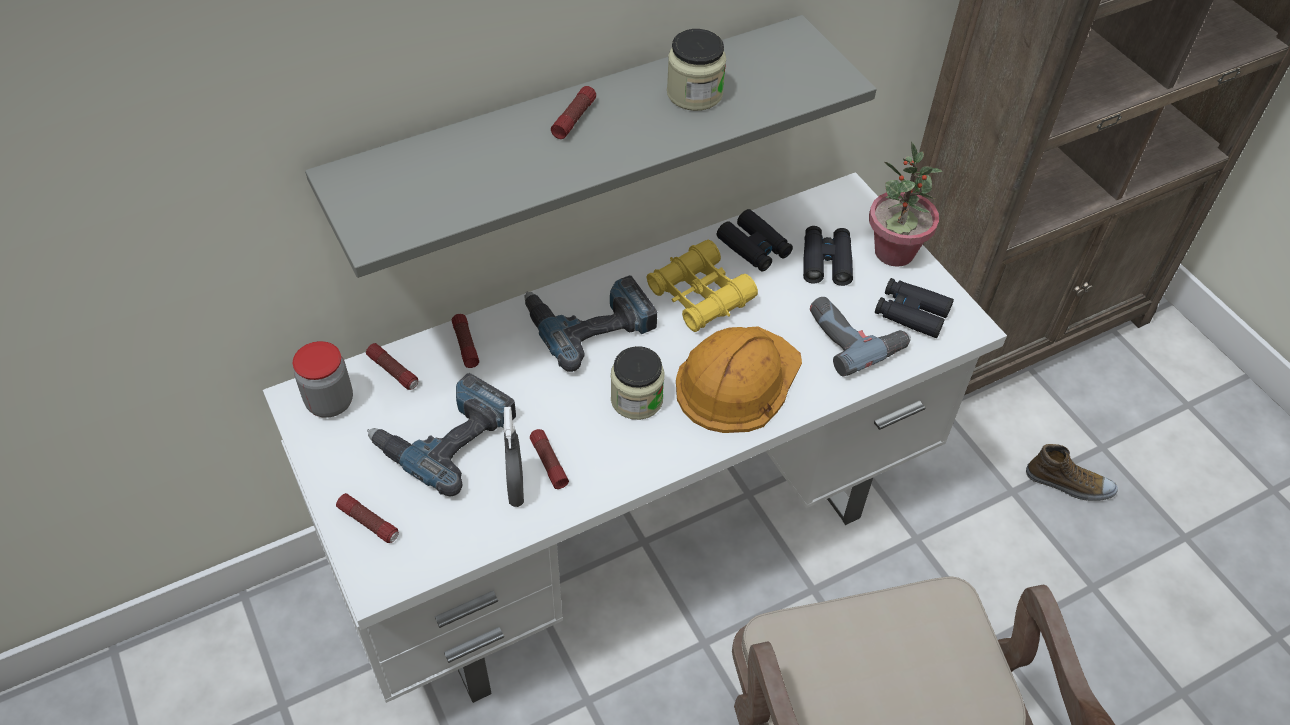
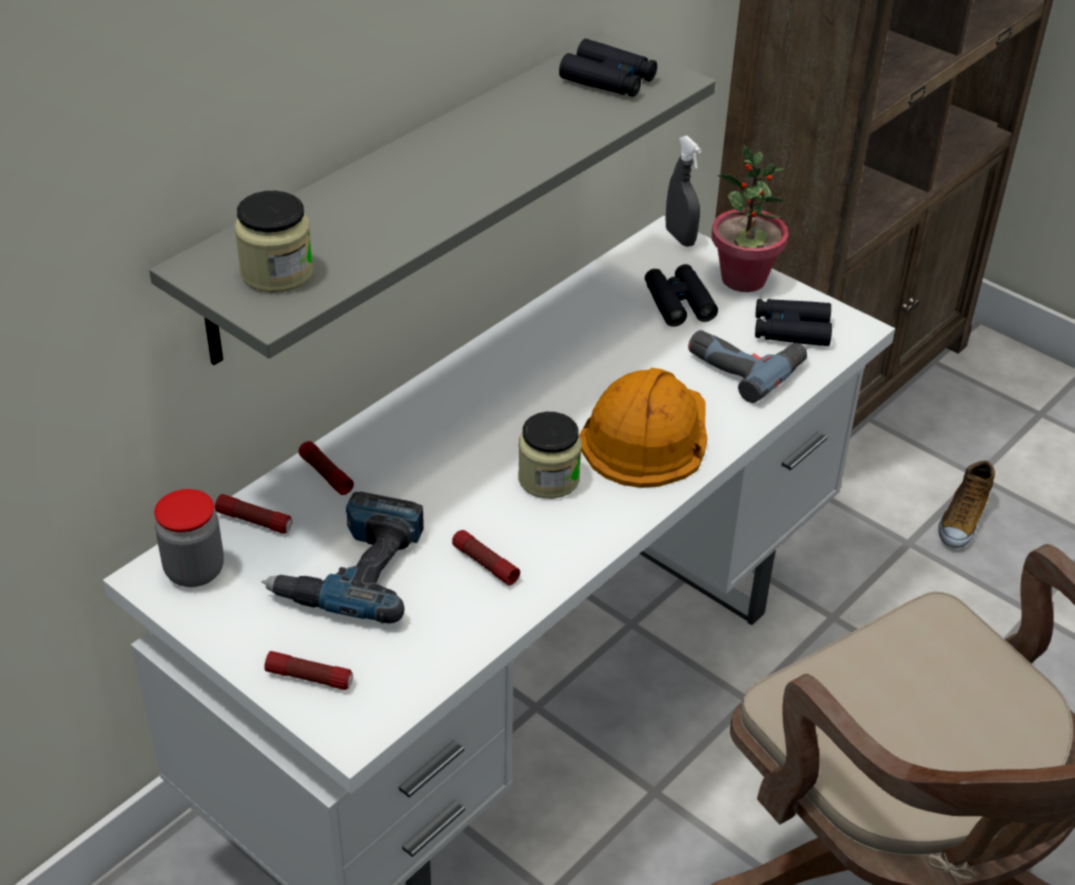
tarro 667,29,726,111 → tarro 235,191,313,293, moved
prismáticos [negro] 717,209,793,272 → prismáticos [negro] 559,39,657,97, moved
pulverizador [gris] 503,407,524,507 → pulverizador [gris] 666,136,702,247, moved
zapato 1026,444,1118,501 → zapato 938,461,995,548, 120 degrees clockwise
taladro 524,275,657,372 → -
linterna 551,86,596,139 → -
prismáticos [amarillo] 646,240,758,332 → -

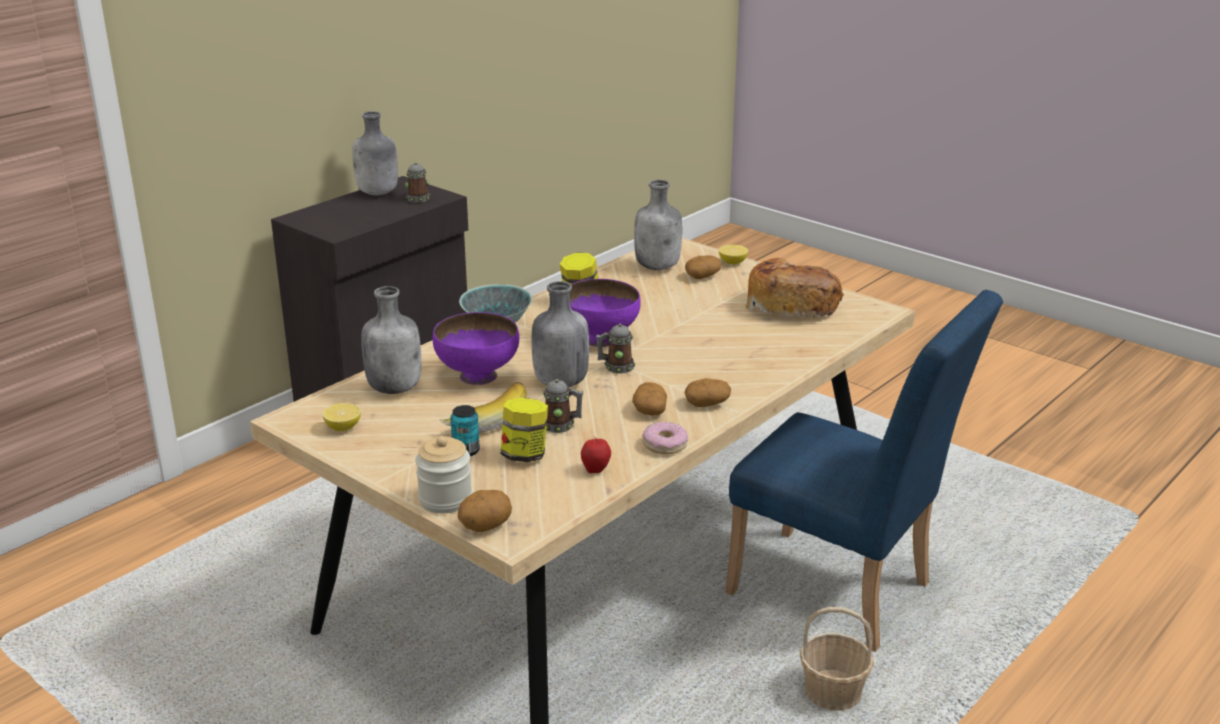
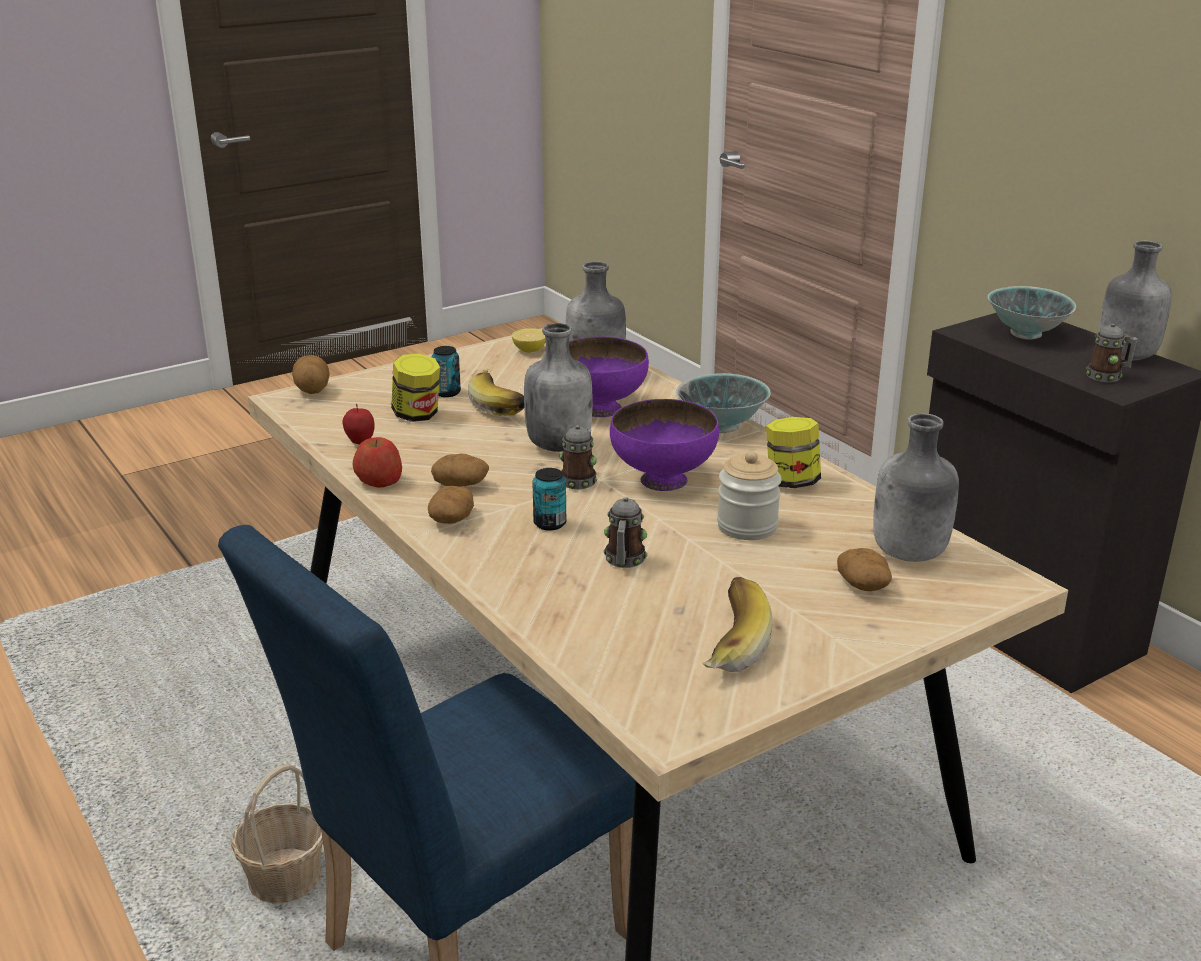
rosquilla 642,422,688,454 → manzana 353,437,402,487
- → lata 532,468,566,531
taza grande 543,379,583,433 → taza grande 603,497,647,568, moved
pan 745,258,844,320 → plátano 702,577,772,672
tarro 415,436,472,513 → tarro 717,451,782,540, moved
- → cuenco 988,286,1076,340
limón 719,245,748,265 → -

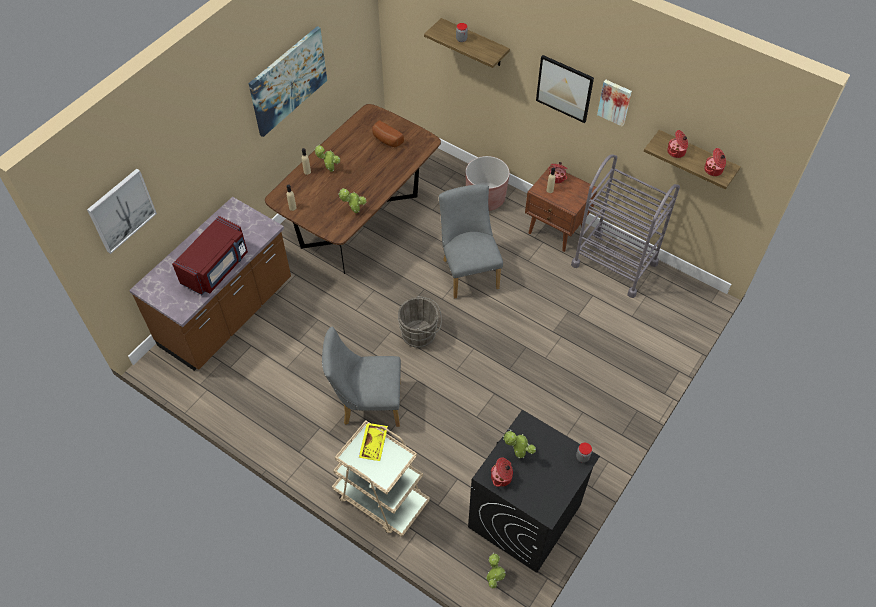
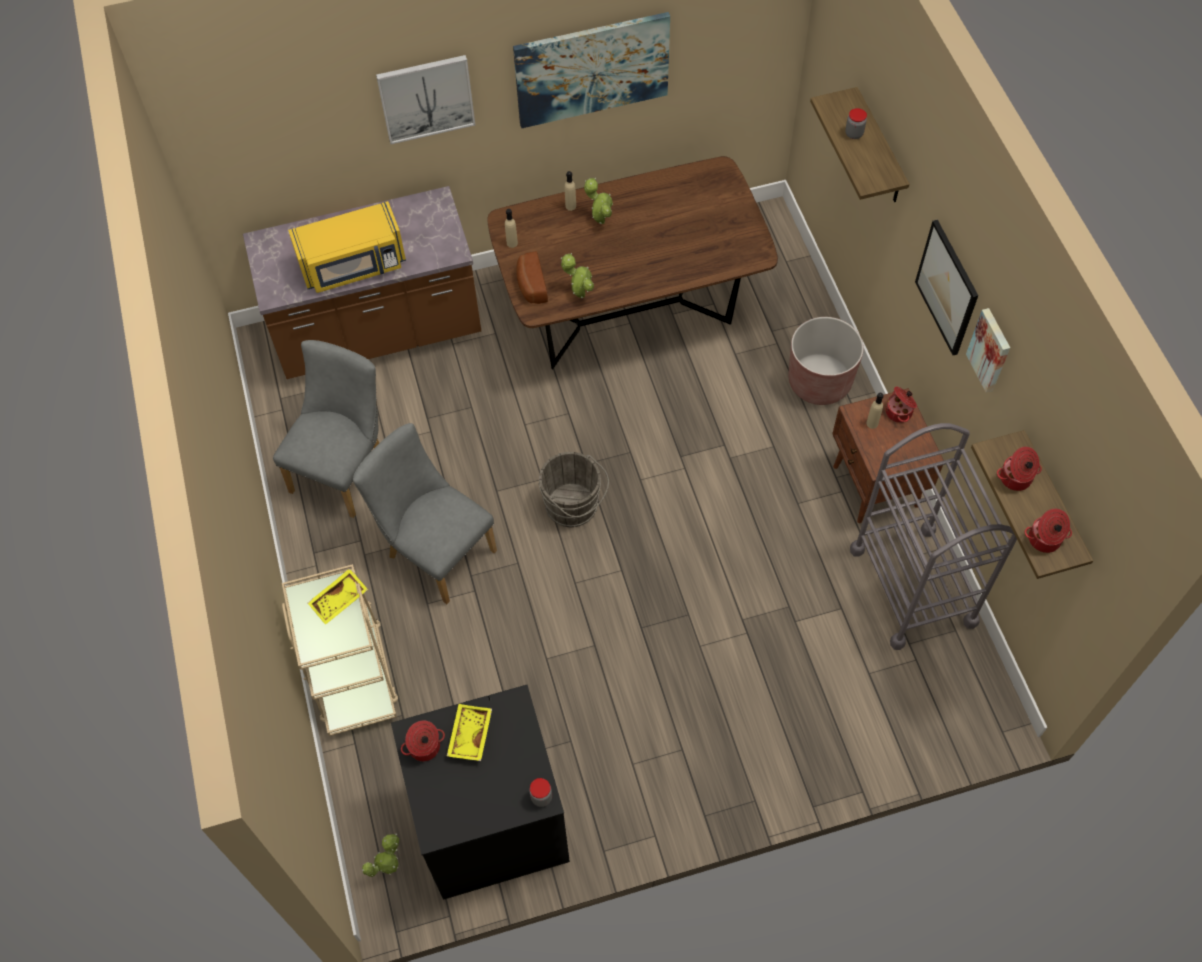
silla [gris] 439,184,503,299 → silla [gris] 273,340,379,518, moved
microondas [rojo] 172,216,248,295 → microondas [amarillo] 288,201,406,293
cuadro 87,169,157,254 → cuadro 376,55,475,144, moved
planta en maceta 503,430,536,459 → bandeja [amarillo] 447,704,492,761
pan 372,120,404,147 → pan 516,251,548,304, moved

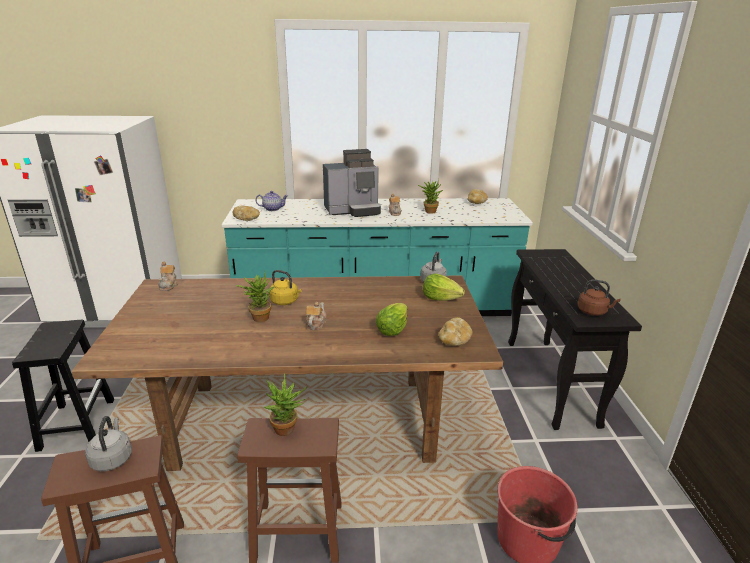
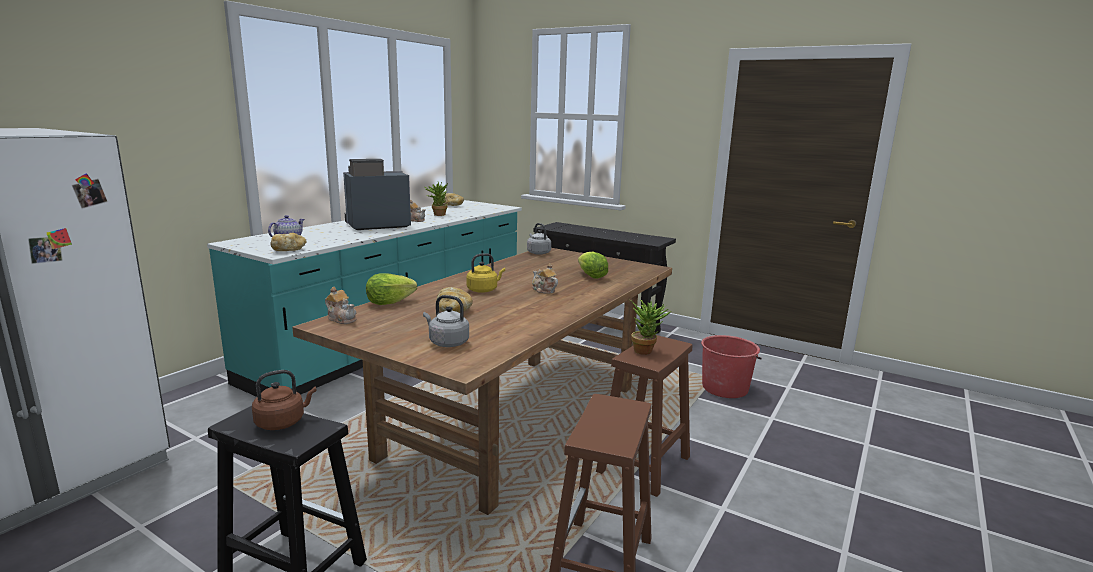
hervidor [marrón] 577,279,621,316 → hervidor [marrón] 252,370,317,430, moved
cafetera 323,149,381,217 → cafetera 343,159,411,230, 135 degrees counterclockwise
lechuga 423,273,465,301 → lechuga 366,274,417,305, moved
hervidor [gris] 85,416,132,471 → hervidor [gris] 423,295,469,347, moved
pan 439,317,473,346 → pan 436,287,473,313, moved
planta en maceta 236,271,275,322 → -

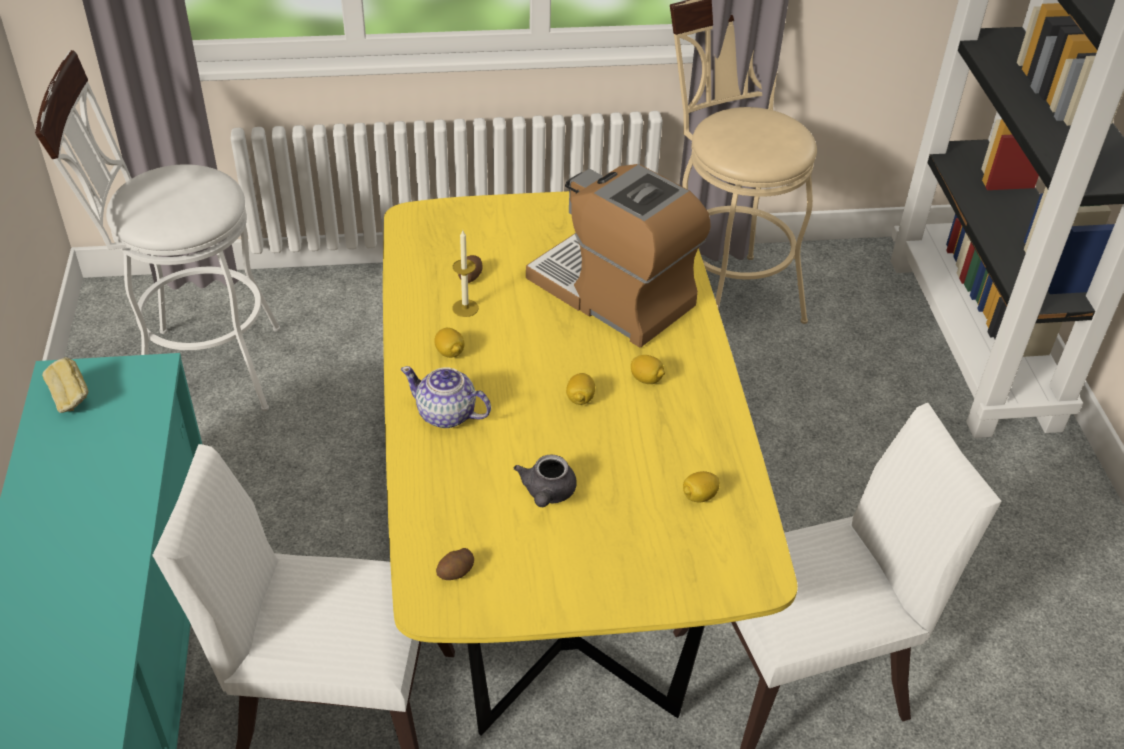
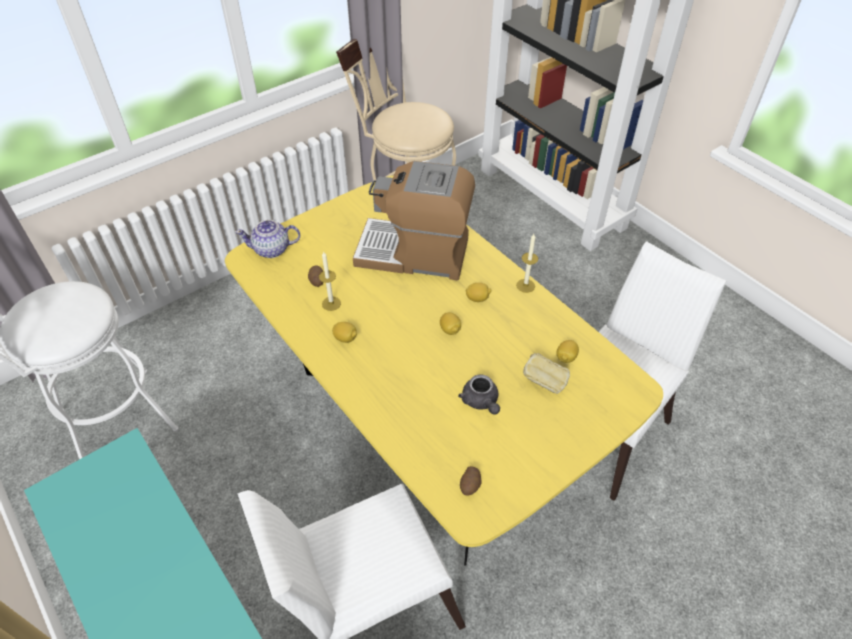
tetera 401,366,491,428 → tetera 236,220,300,258, moved
- → vela 516,234,538,293
pan 42,357,89,413 → pan 523,353,570,394, moved

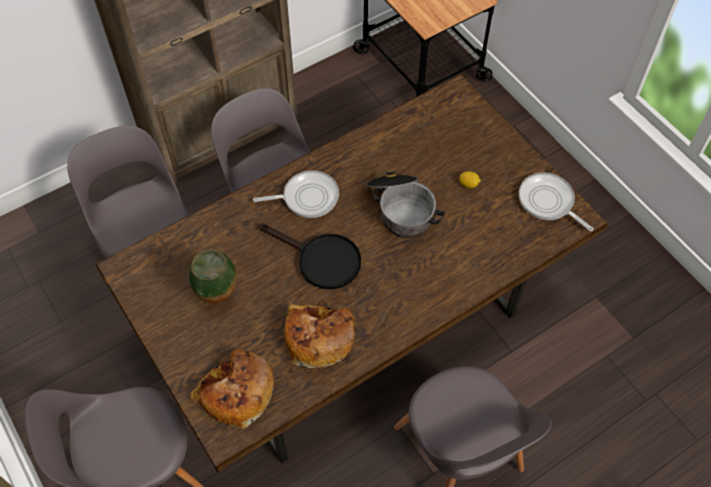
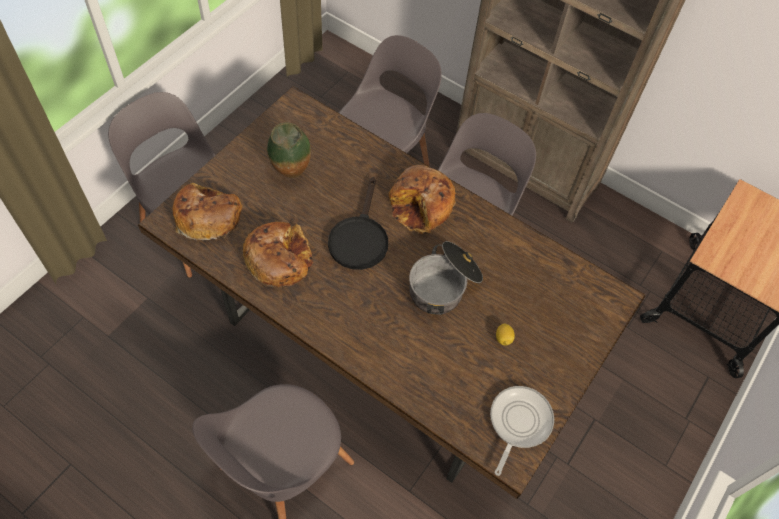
sartén 253,170,339,218 → pan 388,165,456,234

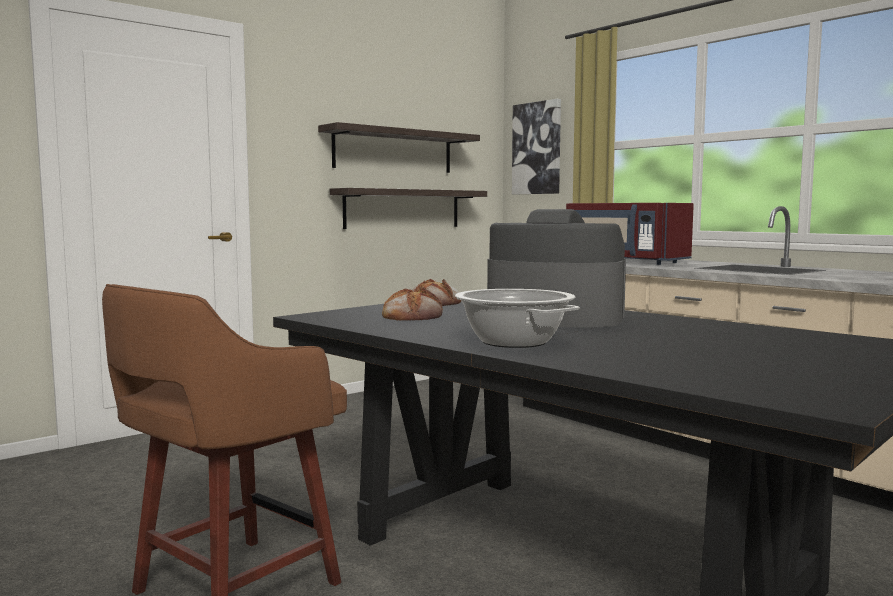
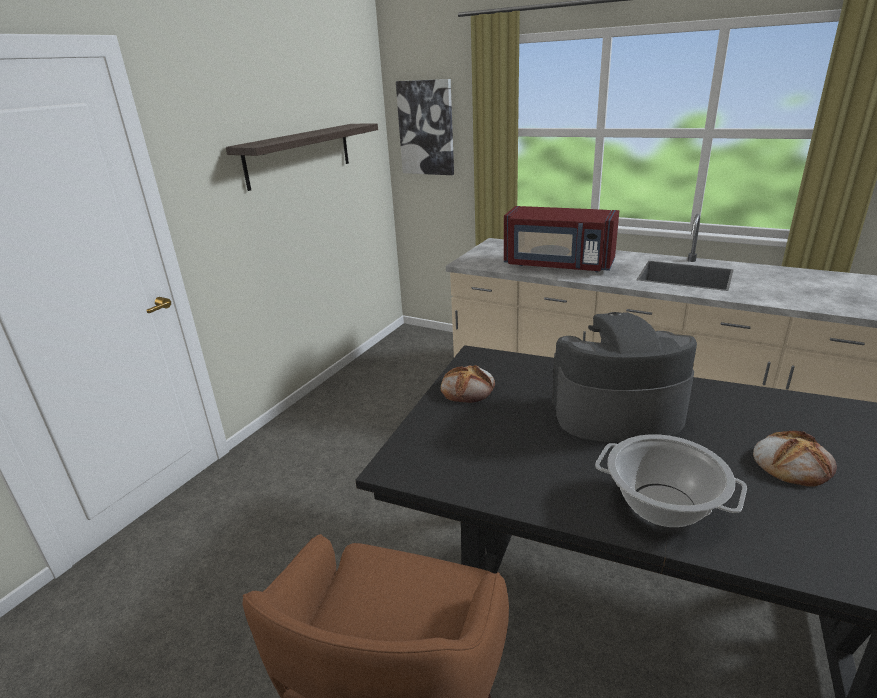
pan 382,287,443,321 → pan 753,431,837,487, moved
estante 330,188,487,229 → -

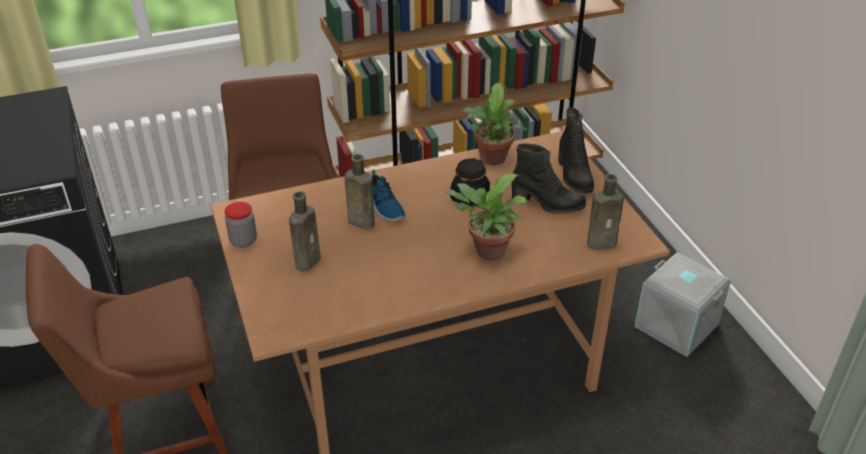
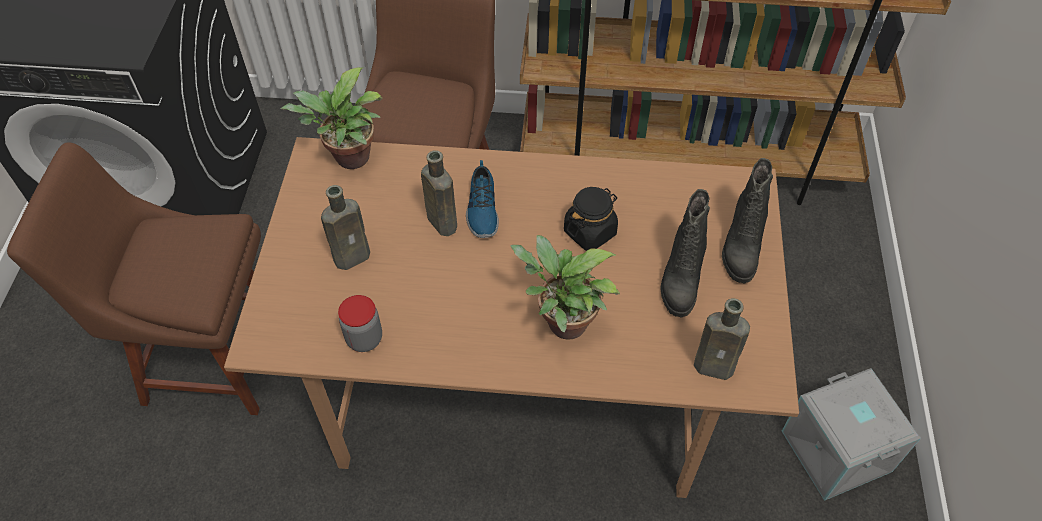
planta en maceta 461,83,527,165 → planta en maceta 281,67,383,169, moved
tarro 225,202,257,248 → tarro 338,295,382,352, moved
bota [negro] 512,143,586,214 → bota [negro] 660,189,710,317, 60 degrees clockwise

